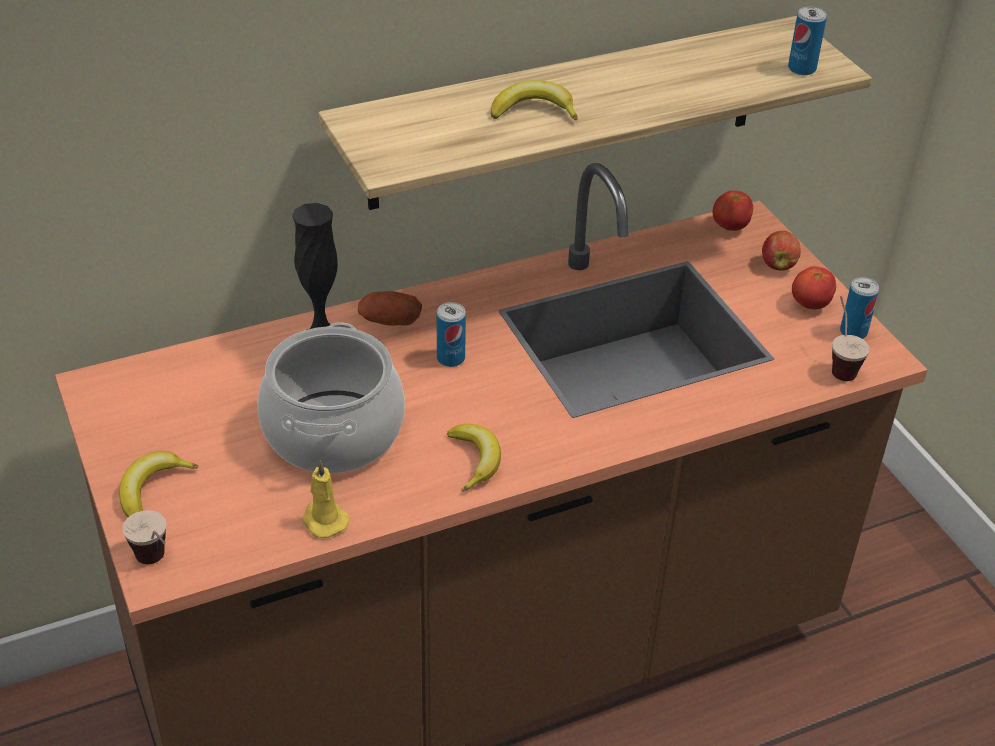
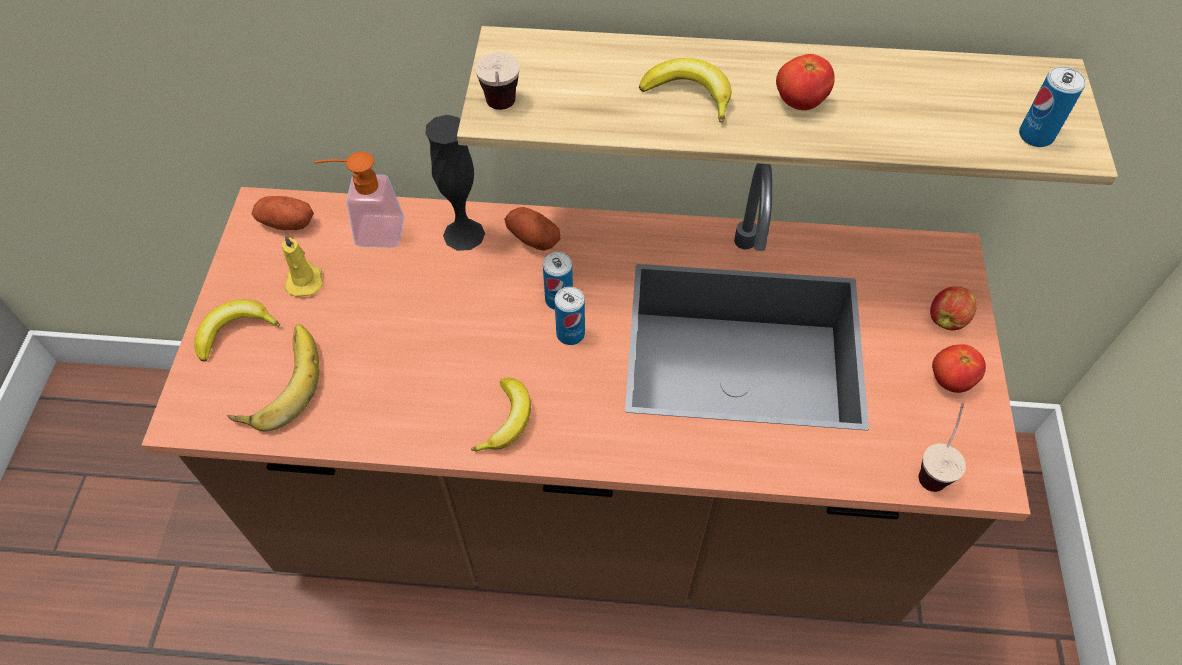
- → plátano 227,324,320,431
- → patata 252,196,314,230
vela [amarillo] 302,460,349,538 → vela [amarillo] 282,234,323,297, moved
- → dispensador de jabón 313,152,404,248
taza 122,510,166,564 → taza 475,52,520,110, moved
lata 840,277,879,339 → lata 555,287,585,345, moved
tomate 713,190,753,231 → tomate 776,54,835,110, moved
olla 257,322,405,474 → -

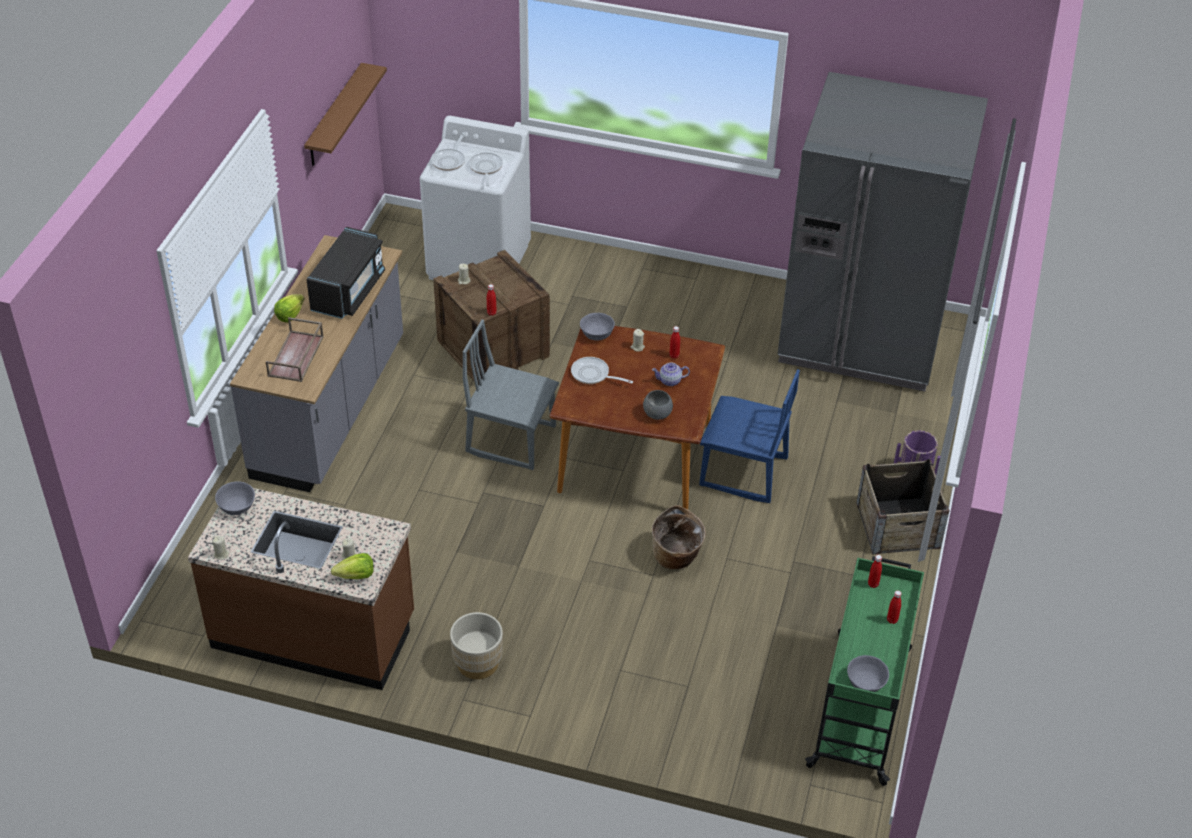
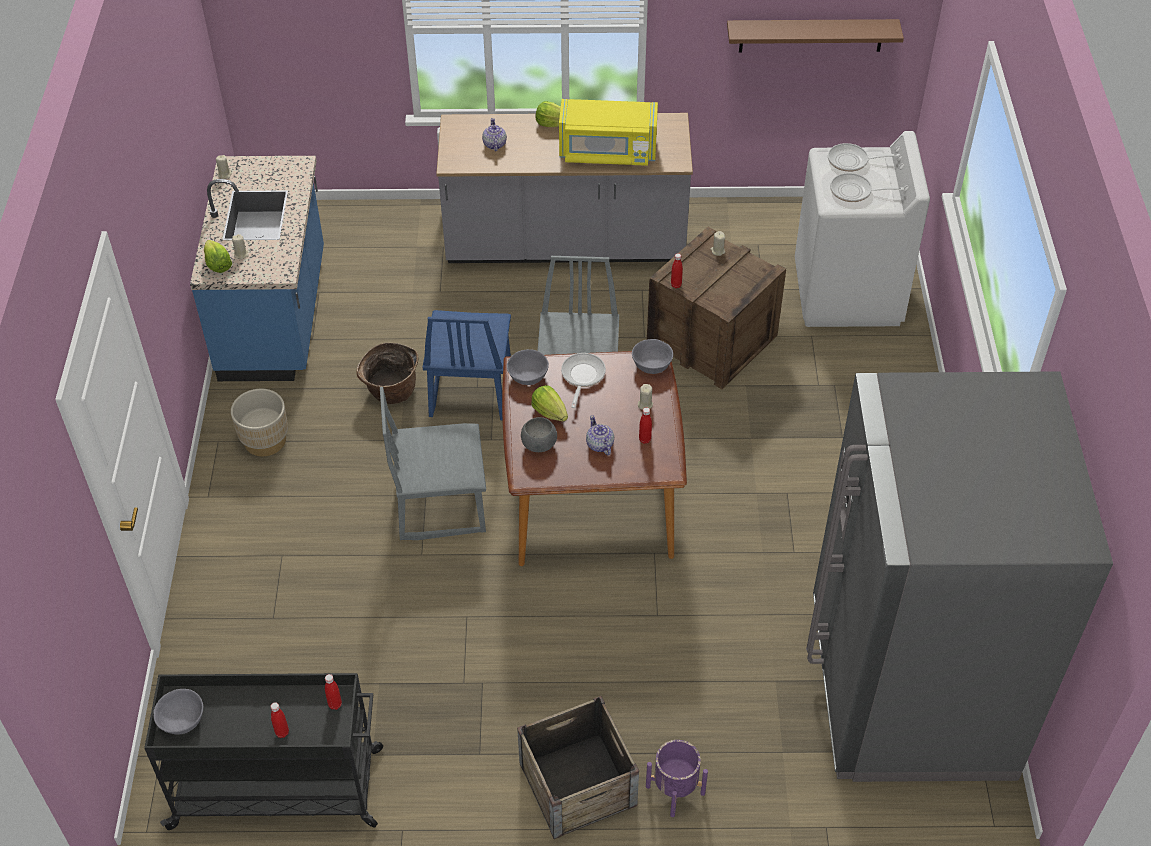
carrito [verde] 805,556,924,786 → carrito [negro] 144,673,383,830
mueble bajo de cocina [marrón] 188,488,414,690 → mueble bajo de cocina [azul] 190,156,324,381
cesta 652,505,706,569 → cesta 356,342,419,404, moved
- → silla [gris] 380,387,486,540
silla [azul] 699,369,800,503 → silla [azul] 423,310,511,420, moved
bandeja [marrón] 266,317,324,382 → tetera 482,118,507,151
cuenco [gris] 215,482,255,515 → cuenco [gris] 507,349,549,385, moved
- → lechuga 531,385,568,422
microondas [negro] 306,227,385,319 → microondas [amarillo] 559,99,658,166
sartén 469,152,503,186 → sartén 830,173,904,202, 150 degrees counterclockwise

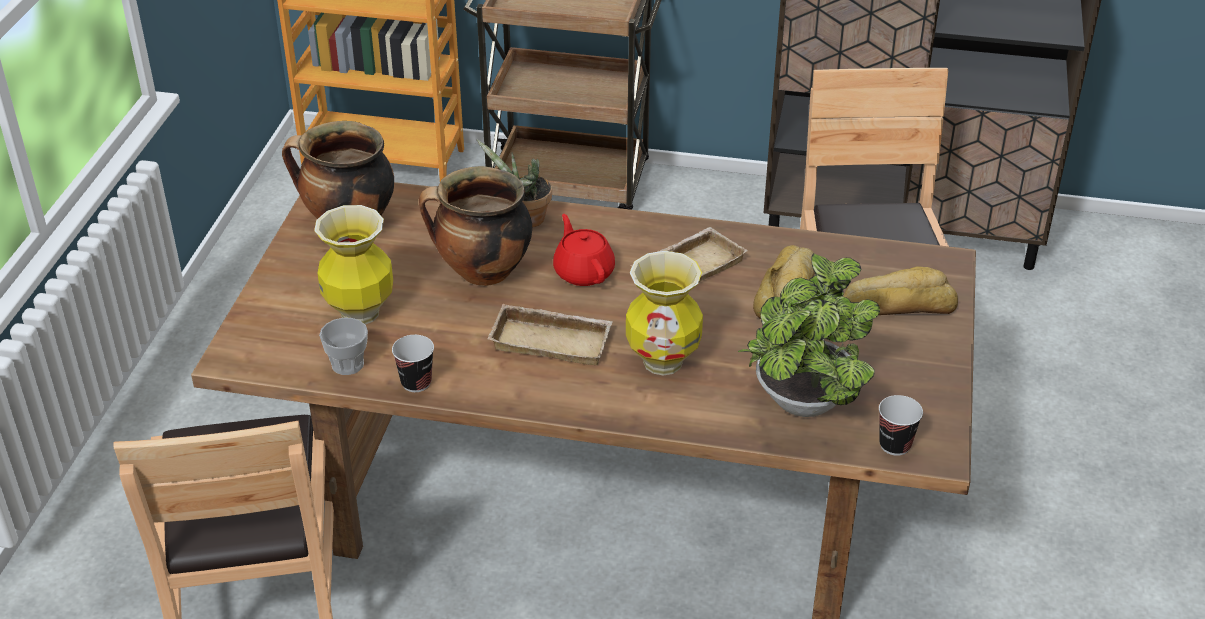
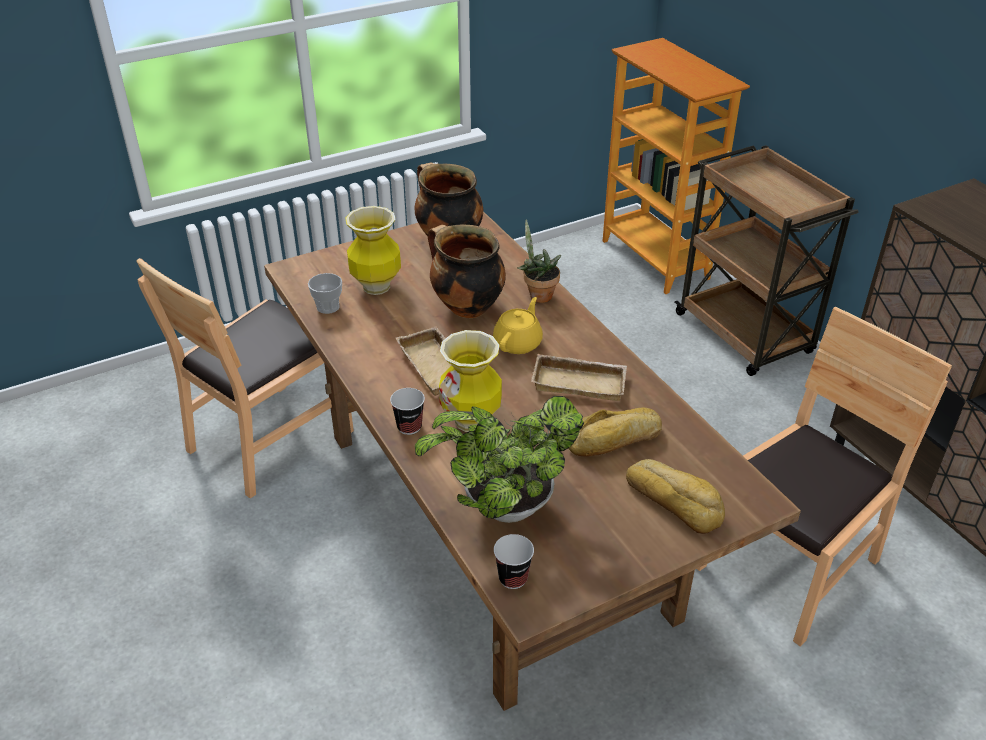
taza 392,335,434,392 → taza 390,388,425,435, moved
tetera [rojo] 553,214,615,286 → tetera [amarillo] 493,297,543,354

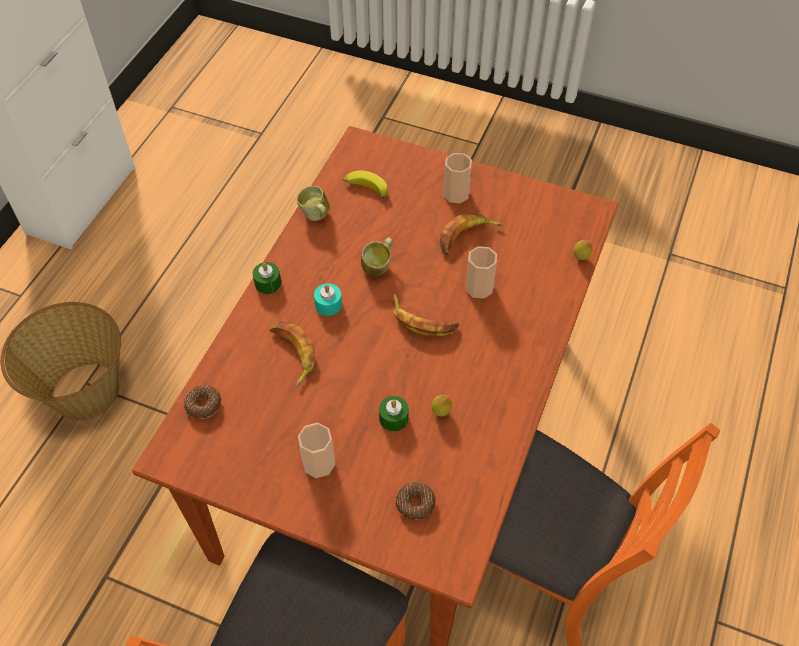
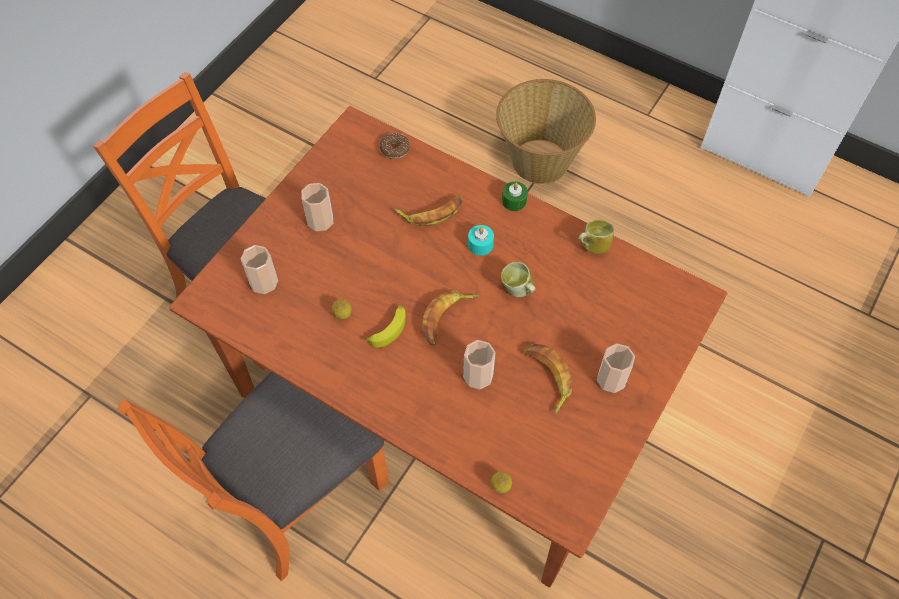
rosquilla 396,482,436,520 → taza 241,245,278,294
plátano 343,170,387,198 → plátano 365,305,406,348, moved
vela [verde] 379,396,409,431 → -

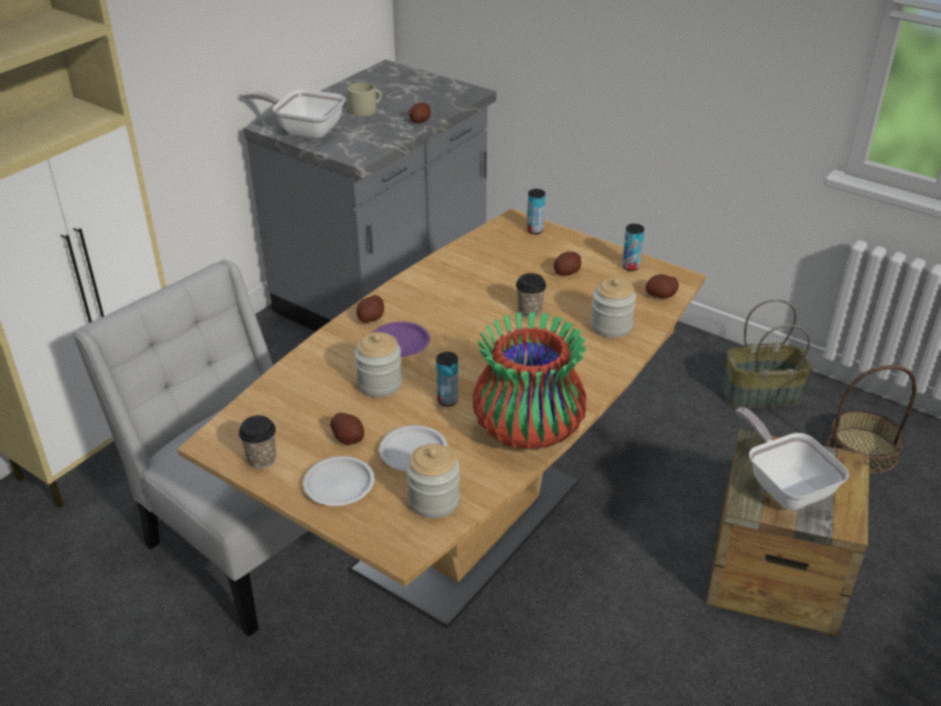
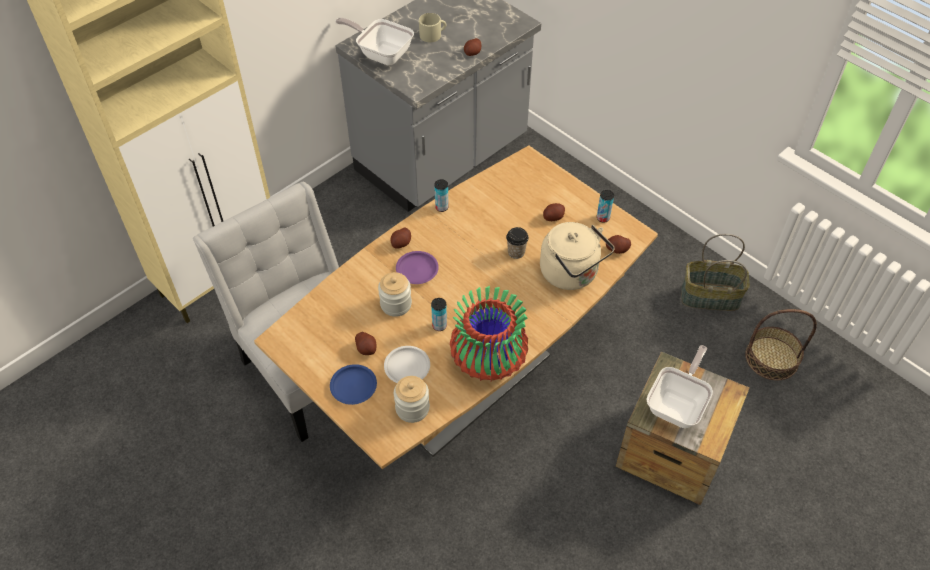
plato [blanco] 303,456,374,506 → plato [azul] 330,364,377,405
lata 527,189,545,234 → lata 434,179,449,212, moved
tarro 591,277,636,338 → hervidor [beis] 540,222,615,290
sartén 736,407,849,510 → sartén 646,345,713,428, 45 degrees clockwise
taza 239,415,276,469 → -

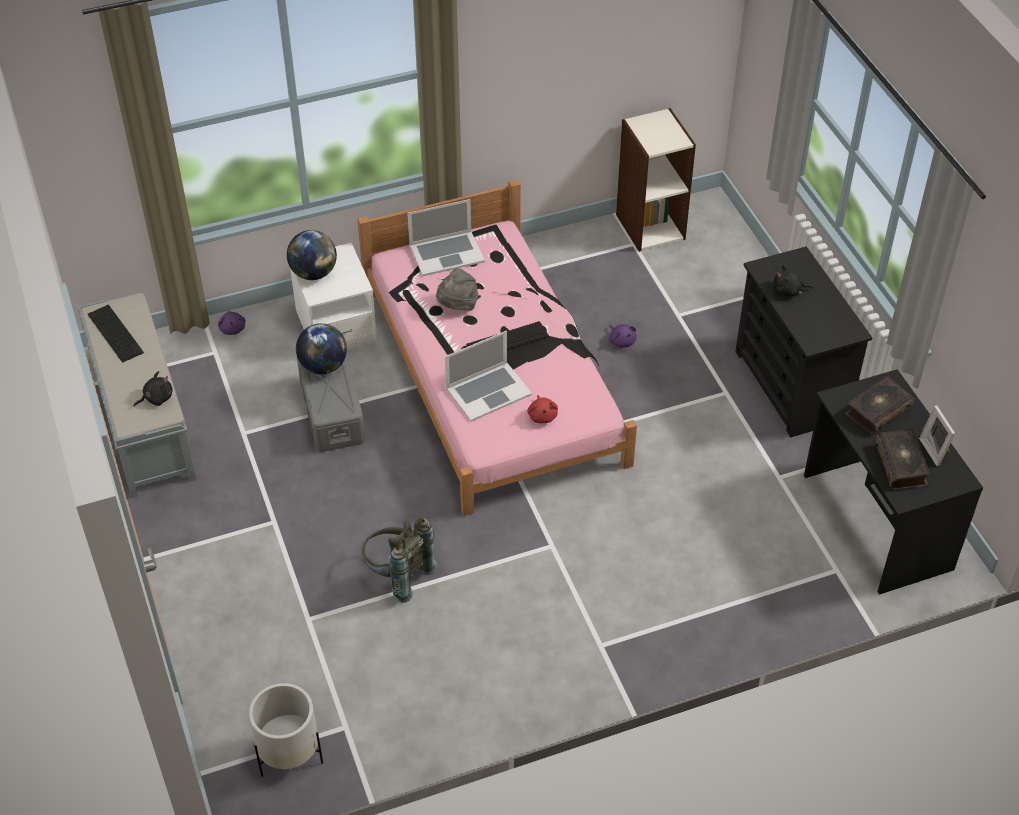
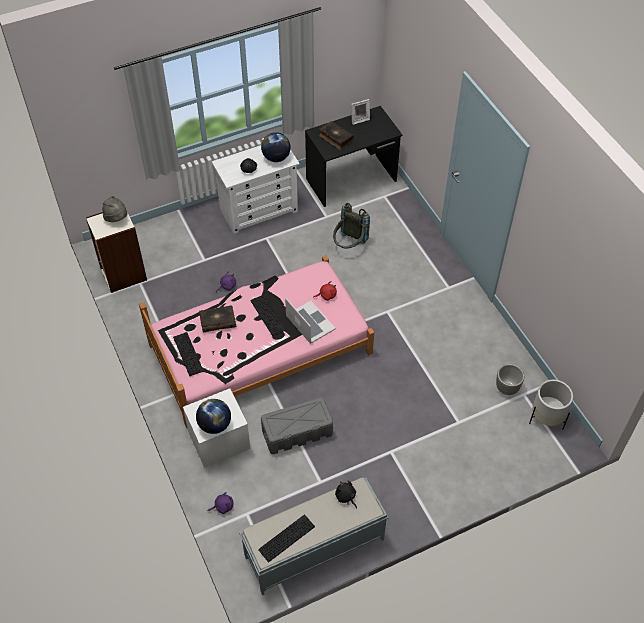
sombrero [gris] 436,268,478,311 → sombrero [gris] 102,196,128,222, moved
portátil 407,199,485,276 → teclado 173,332,204,376
libro 874,429,930,490 → libro 199,305,236,332, moved
cómoda [negro] 735,246,872,438 → cómoda [blanco] 212,145,299,234
globo terráqueo 296,323,347,374 → globo terráqueo 261,132,291,162, moved
mochila [gris] 361,518,437,603 → mochila [gris] 333,203,370,249, moved
- → maceta 496,364,524,395

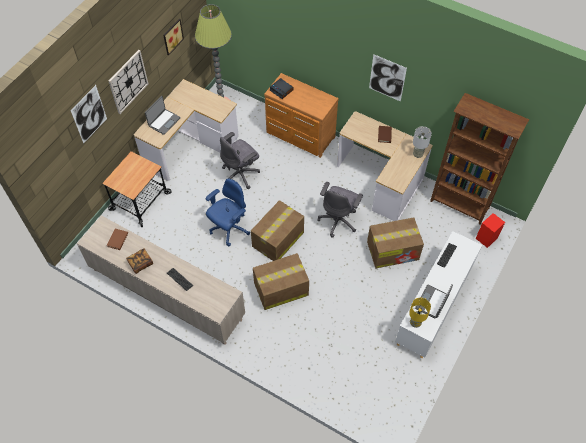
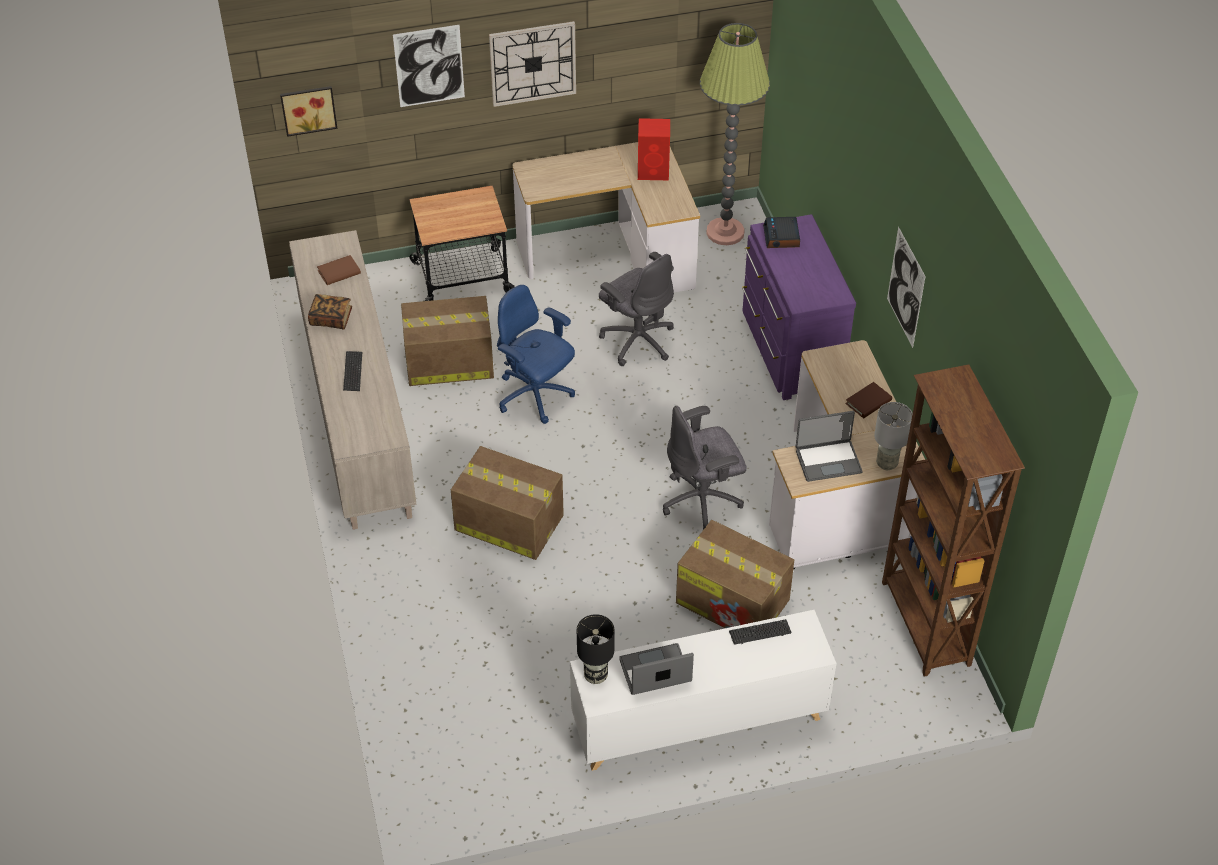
cuadro 163,19,184,55 → cuadro 280,86,337,137, moved
caja de cartón 251,200,304,261 → caja de cartón 401,296,494,386, moved
silla de oficina [azul] 206,178,250,246 → silla de oficina [azul] 497,285,575,424, 135 degrees counterclockwise
lámpara de mesa [amarillo] 409,298,431,328 → lámpara de mesa [negro] 577,614,615,684
silla de oficina [gris] 220,132,260,189 → silla de oficina [gris] 599,252,674,366, 135 degrees counterclockwise
altavoz [rojo] 476,213,505,248 → altavoz [rojo] 638,118,670,180, moved
cómoda [marrón] 264,73,339,158 → cómoda [morado] 742,214,856,400
portátil 145,96,181,135 → portátil 796,411,862,482, moved

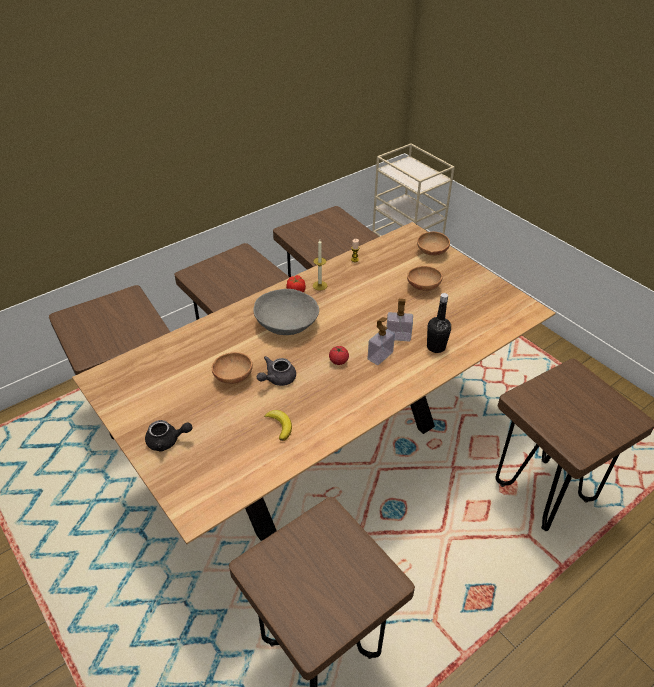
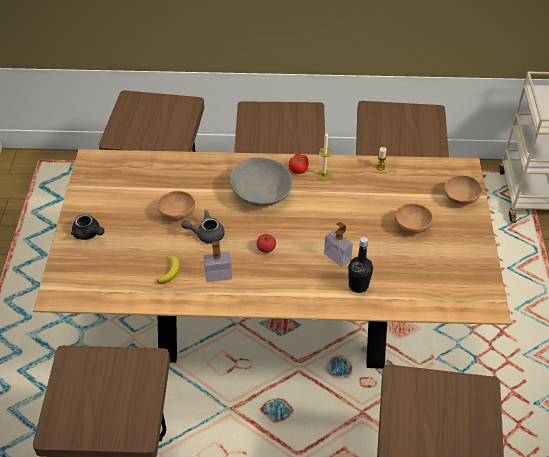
dispensador de jabón 368,317,395,365 → dispensador de jabón 203,241,232,282, moved

